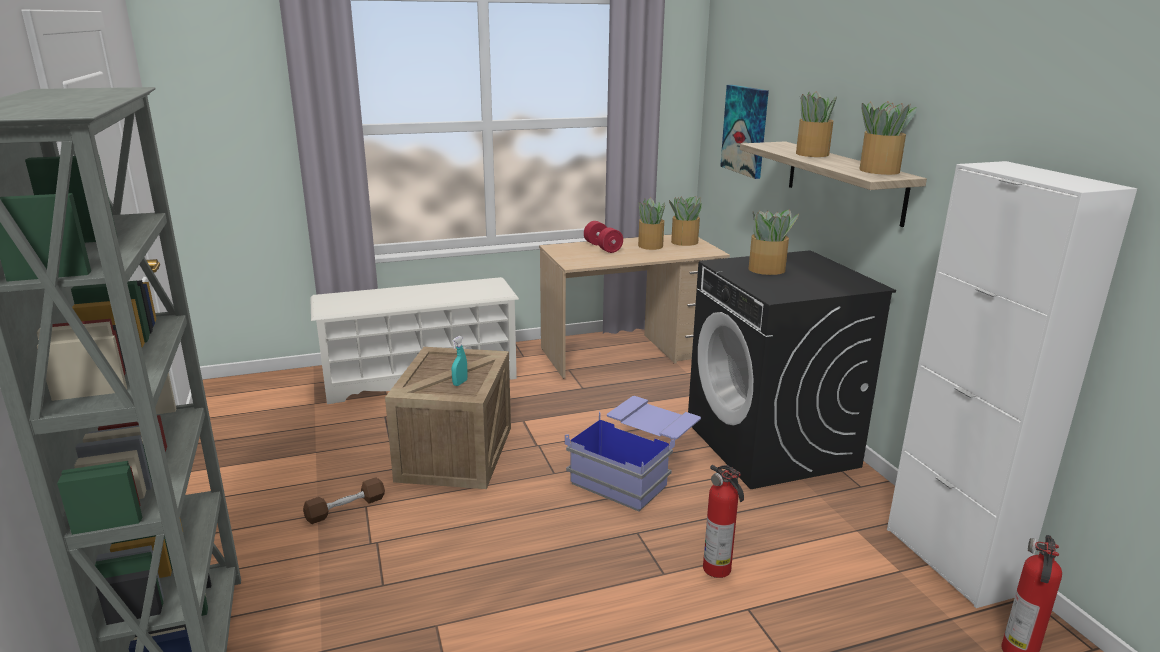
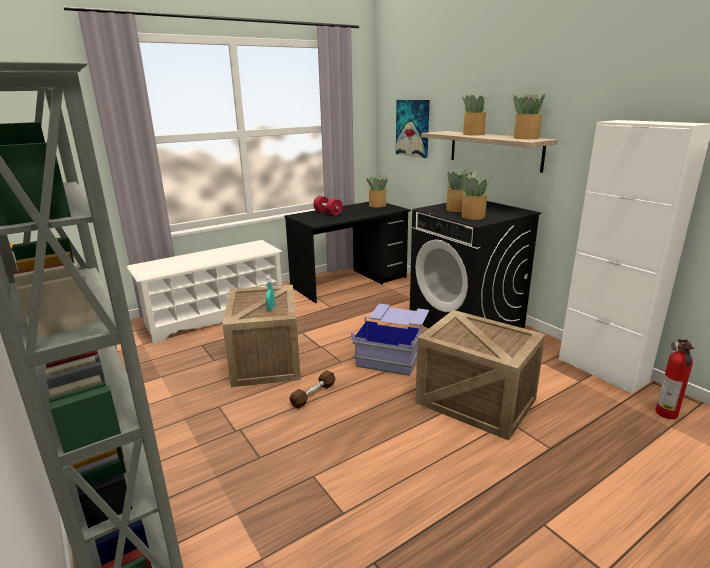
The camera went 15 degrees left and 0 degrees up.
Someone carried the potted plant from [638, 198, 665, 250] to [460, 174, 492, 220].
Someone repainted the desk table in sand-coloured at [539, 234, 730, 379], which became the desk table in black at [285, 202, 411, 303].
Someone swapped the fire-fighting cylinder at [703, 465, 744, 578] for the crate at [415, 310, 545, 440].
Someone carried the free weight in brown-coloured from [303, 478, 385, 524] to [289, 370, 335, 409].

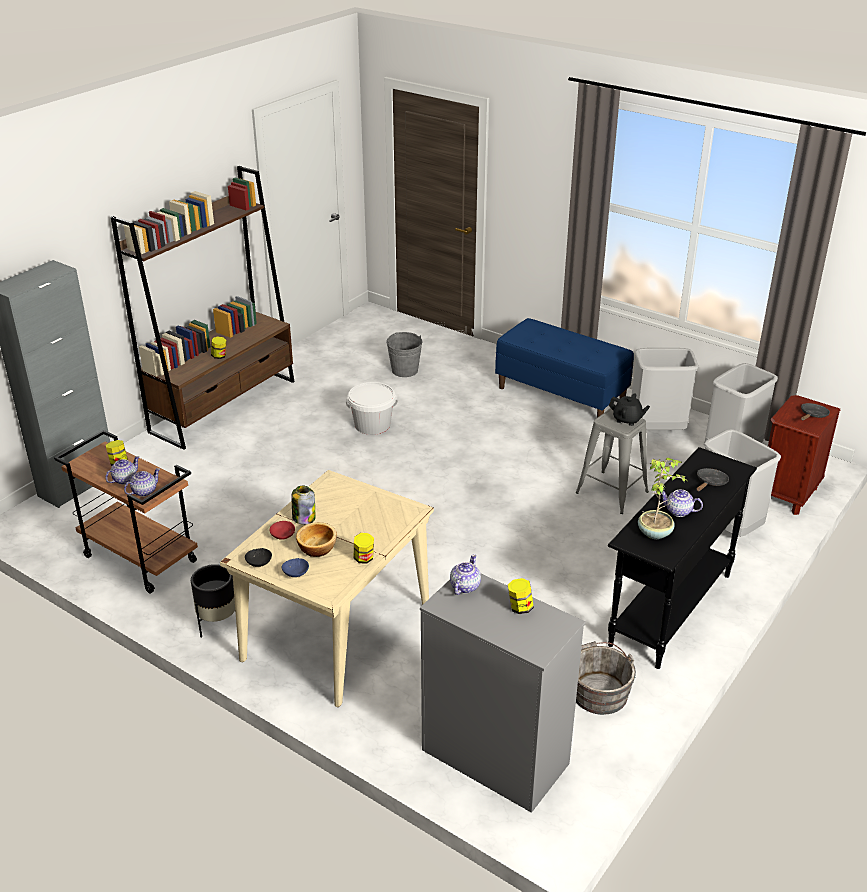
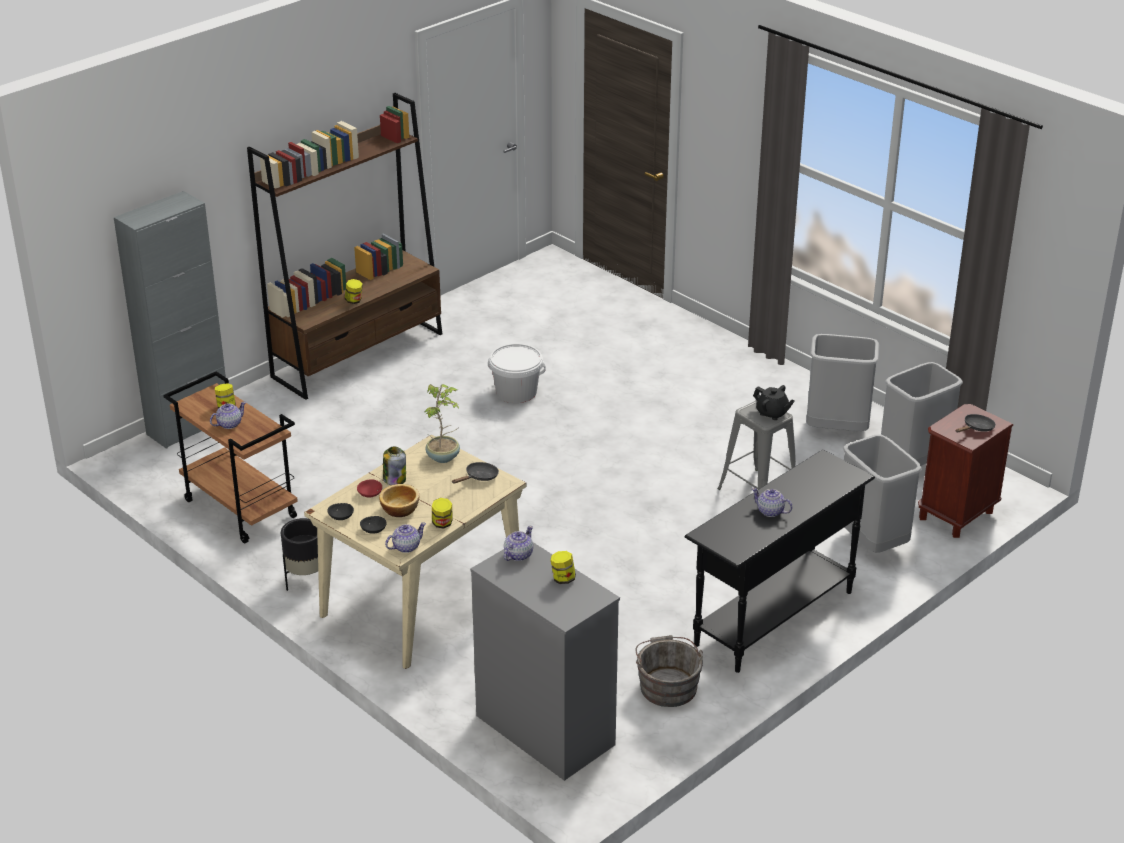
The camera went 10 degrees right and 0 degrees up.
Someone took away the bench in blue-coloured at [495, 318, 634, 418].
Someone took away the water bucket in gray at [386, 332, 423, 377].
Someone carried the potted plant from [638, 457, 688, 539] to [424, 384, 460, 463].
Someone carried the teapot from [124, 468, 160, 497] to [385, 523, 426, 553].
Someone carried the skillet in black from [697, 468, 729, 491] to [452, 462, 499, 484].
Someone repainted the serving bowl in blue-coloured at [282, 558, 309, 577], which became the serving bowl in black at [360, 516, 387, 534].

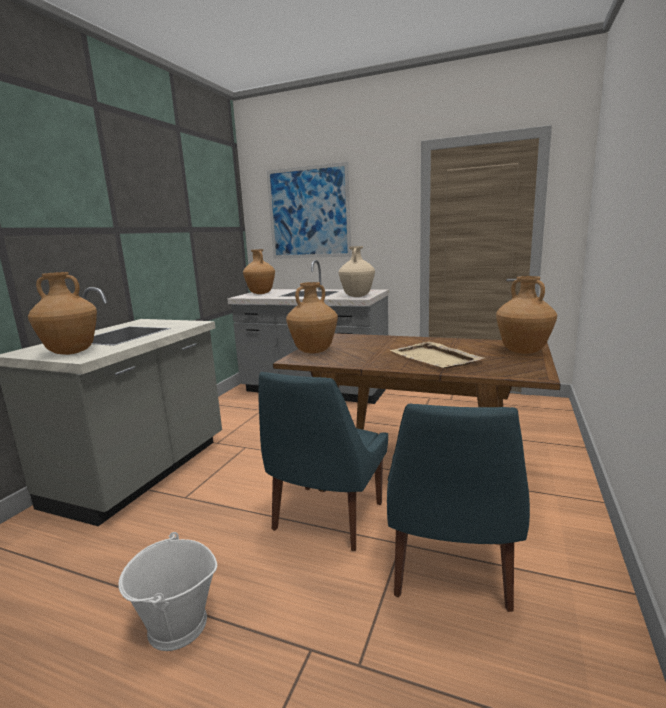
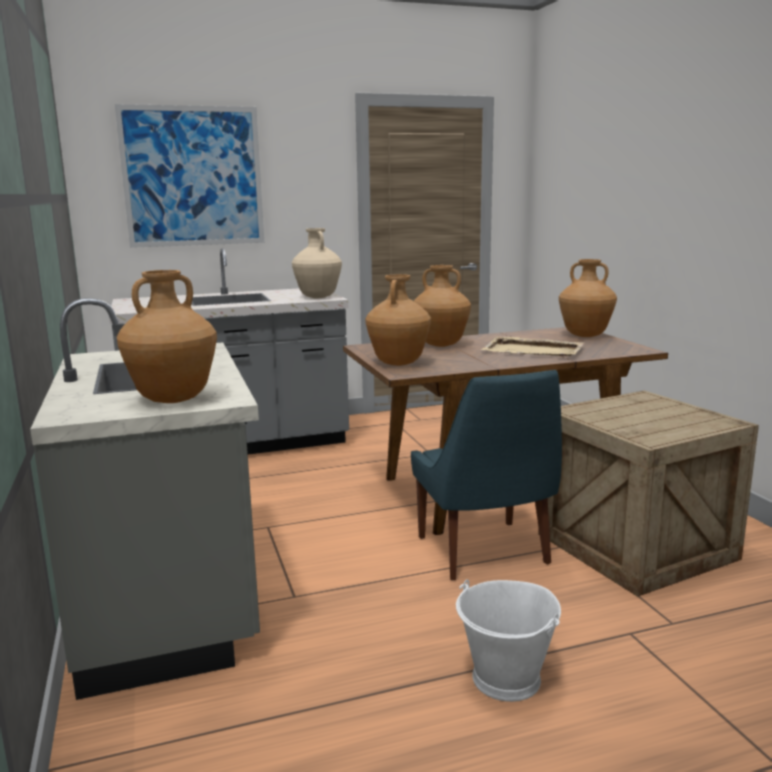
The camera went 40 degrees left and 0 degrees up.
Someone carried the vase in brown-coloured from [243, 249, 275, 294] to [414, 265, 471, 347].
Someone swapped the plain chair in blue-coloured at [387, 404, 530, 612] for the crate at [538, 390, 759, 597].

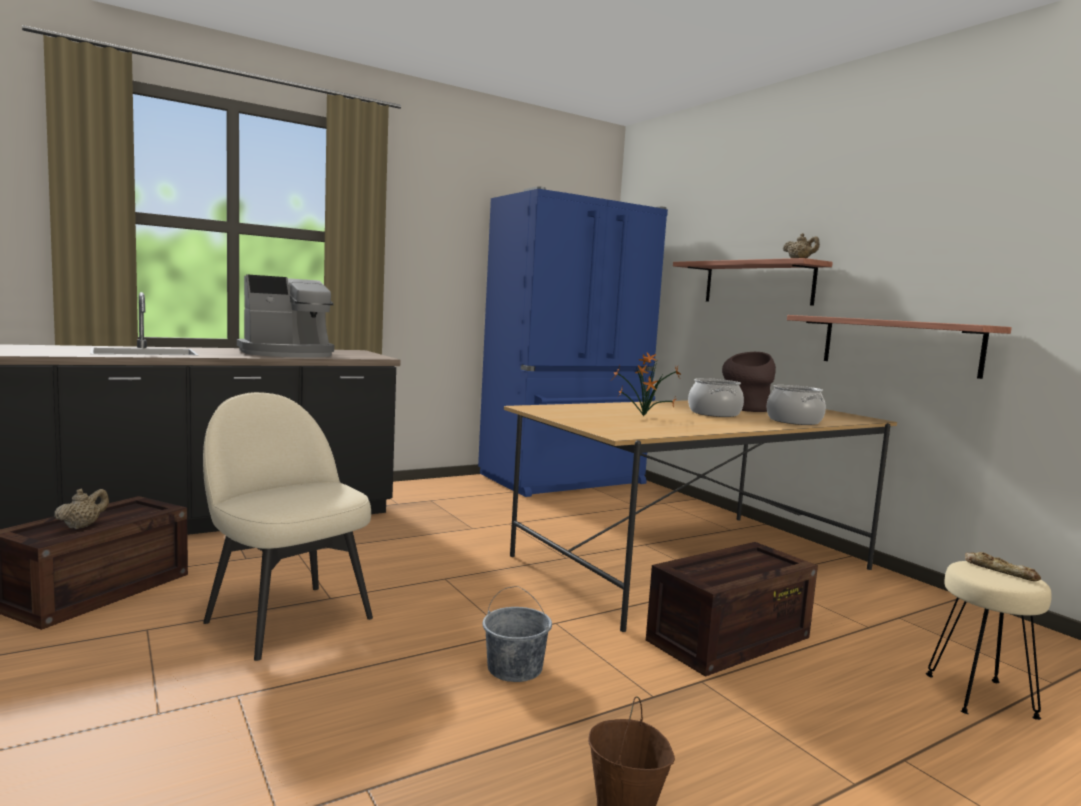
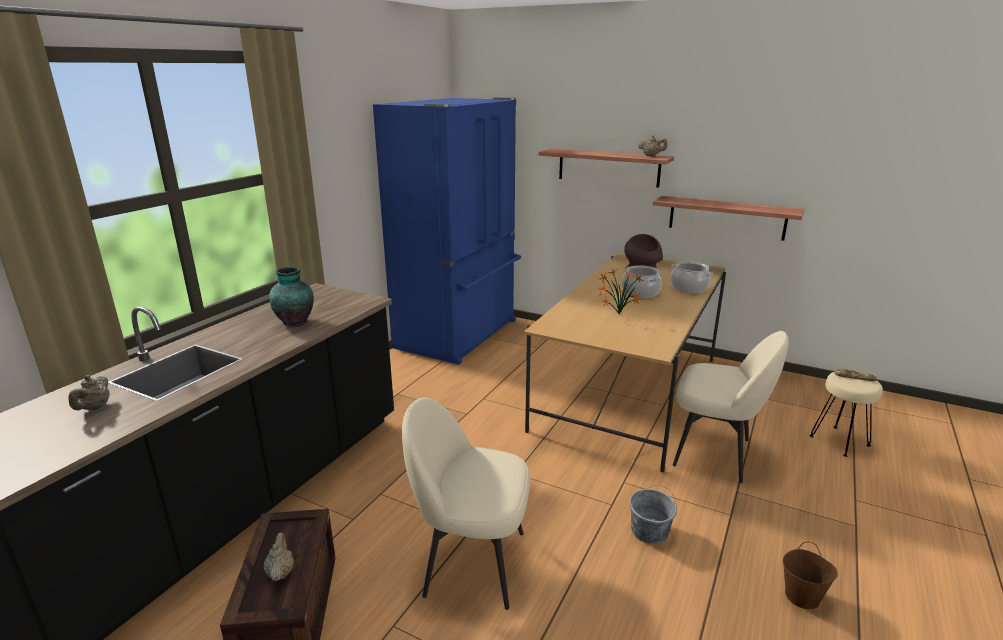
The camera went 30 degrees left and 15 degrees up.
Someone swapped the coffee machine at [237, 274, 334, 357] for the vase at [269, 267, 314, 327].
Someone swapped the crate at [646, 542, 818, 677] for the plain chair in sand-coloured at [672, 331, 789, 483].
Someone put down the teapot in sand-coloured at [68, 375, 110, 411].

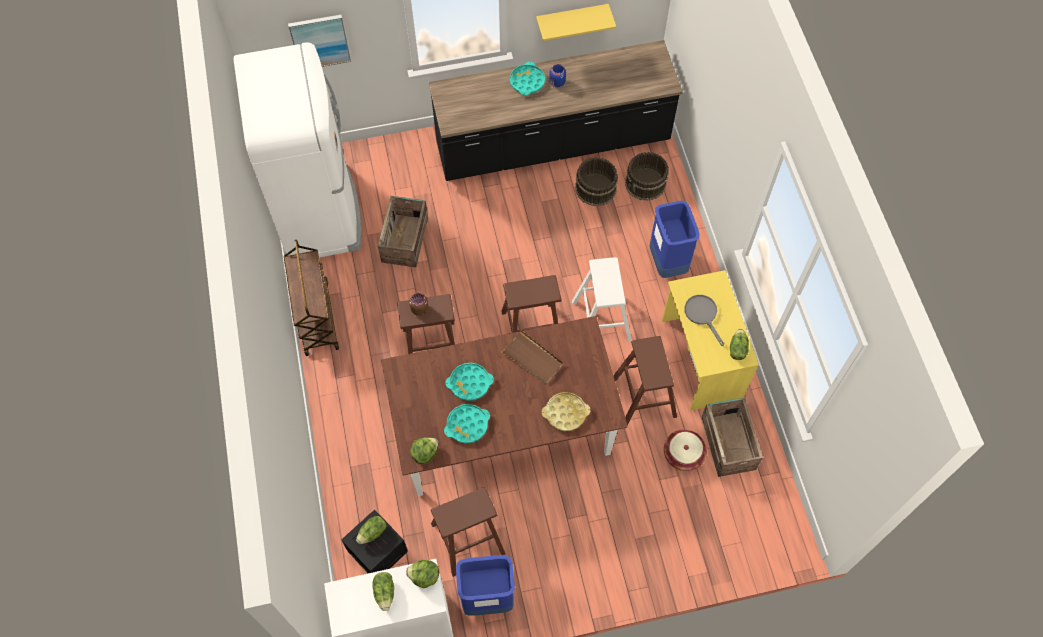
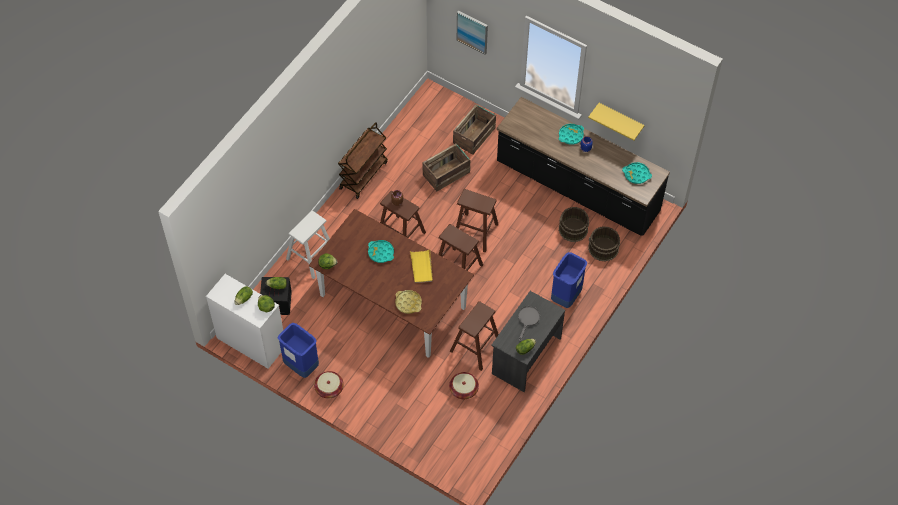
The camera went 45 degrees right and 5 degrees down.
Someone took away the fridge in white-coloured at [234, 42, 362, 258].
Someone carried the stool in white-coloured from [572, 257, 632, 342] to [286, 211, 330, 279].
Someone repainted the desk table in yellowish at [662, 270, 759, 411], which became the desk table in gray at [491, 291, 565, 392].
Someone repainted the tray in brown-coloured at [502, 329, 563, 384], which became the tray in yellowish at [410, 249, 433, 283].
Someone carried the crate from [701, 397, 763, 477] to [453, 104, 496, 155].
Someone carried the tray in turquoise-coloured from [444, 404, 490, 444] to [622, 162, 652, 184].
Someone carried the stool in brown-coloured from [431, 487, 505, 577] to [456, 189, 498, 252].
Someone put down the storage basket at [314, 371, 344, 399].

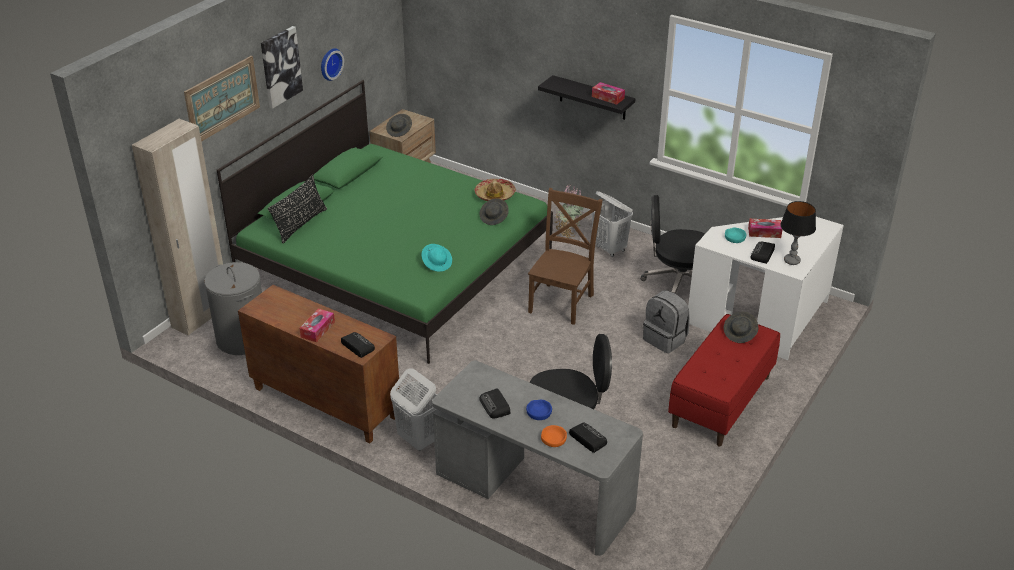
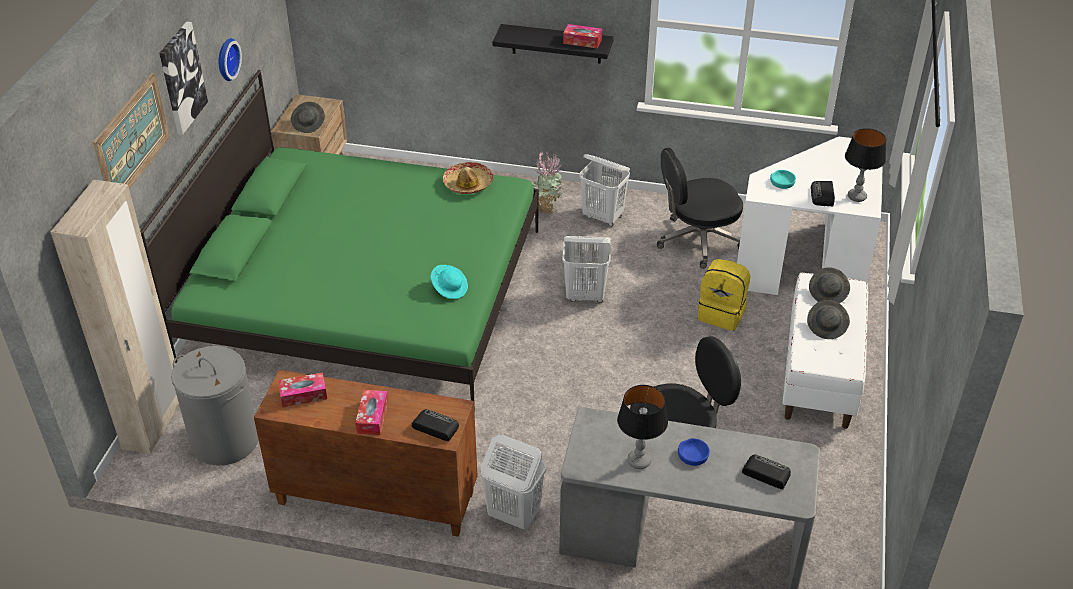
The camera went 20 degrees left and 5 degrees up.
Someone took away the cushion in black at [268, 175, 327, 244].
Someone swapped the plain chair in brown-coloured at [528, 188, 603, 325] for the washing basket in white-coloured at [562, 236, 611, 303].
Someone carried the wearable hat in gray from [479, 198, 509, 225] to [807, 300, 850, 339].
Someone carried the box of tissues from [748, 219, 783, 238] to [278, 372, 327, 407].
Someone repainted the rucksack in gray at [643, 290, 690, 353], which became the rucksack in yellowish at [698, 259, 750, 331].
Someone repainted the bench in reddish at [668, 314, 780, 446], which became the bench in white-coloured at [782, 273, 868, 429].
Someone swapped the radio at [479, 388, 510, 418] for the tabletop lamp at [617, 385, 668, 469].
Someone took away the serving bowl in orangey at [541, 425, 567, 447].

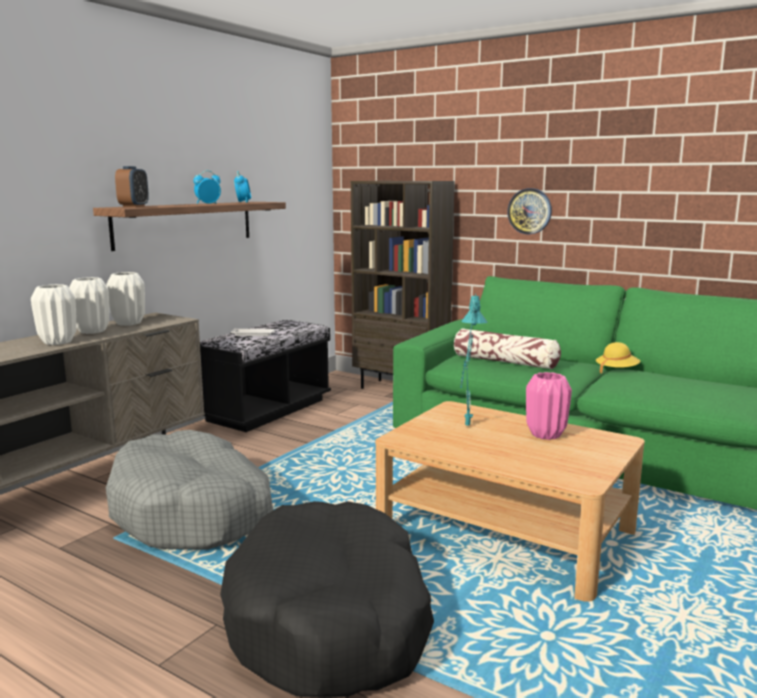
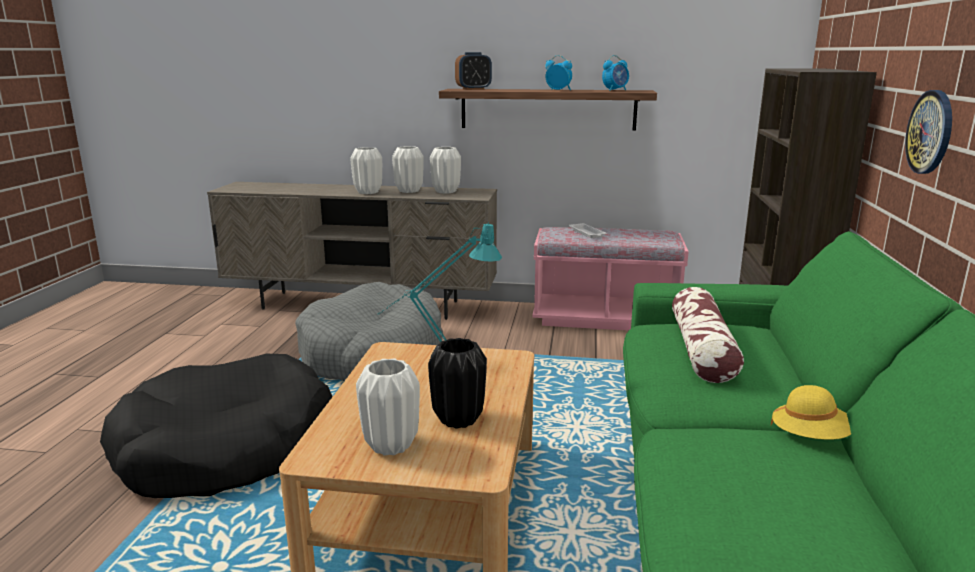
The camera went 65 degrees right and 5 degrees up.
Someone repainted the bench in black at [200, 320, 331, 432], which became the bench in pink at [532, 227, 689, 331].
Someone repainted the vase in pink at [526, 372, 572, 440], which became the vase in black at [428, 338, 487, 429].
Someone put down the vase in white-coloured at [356, 358, 420, 456].

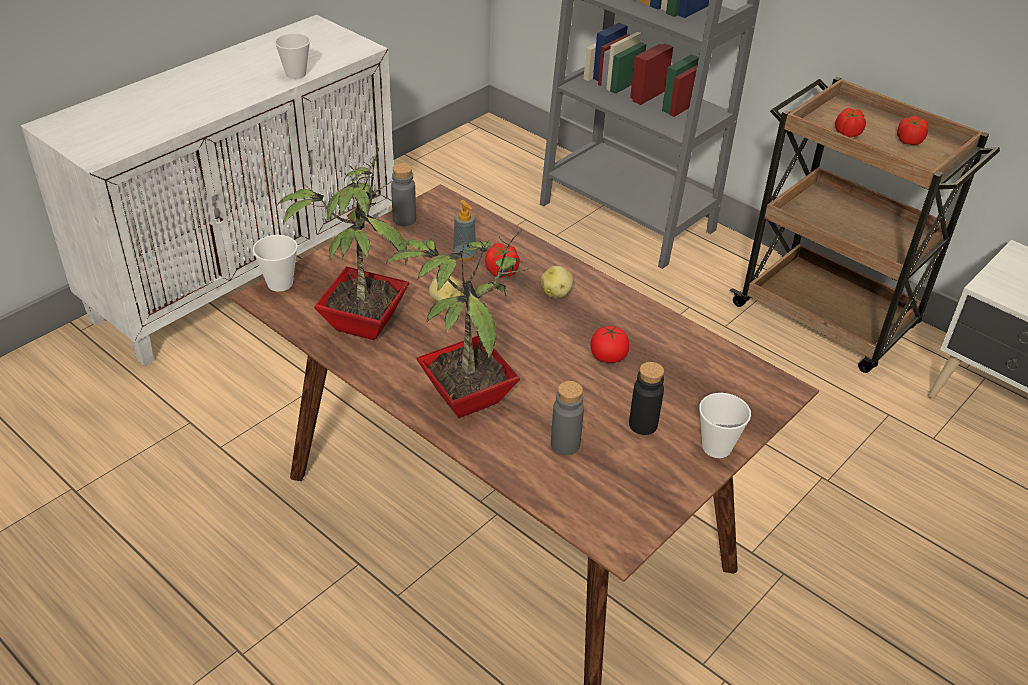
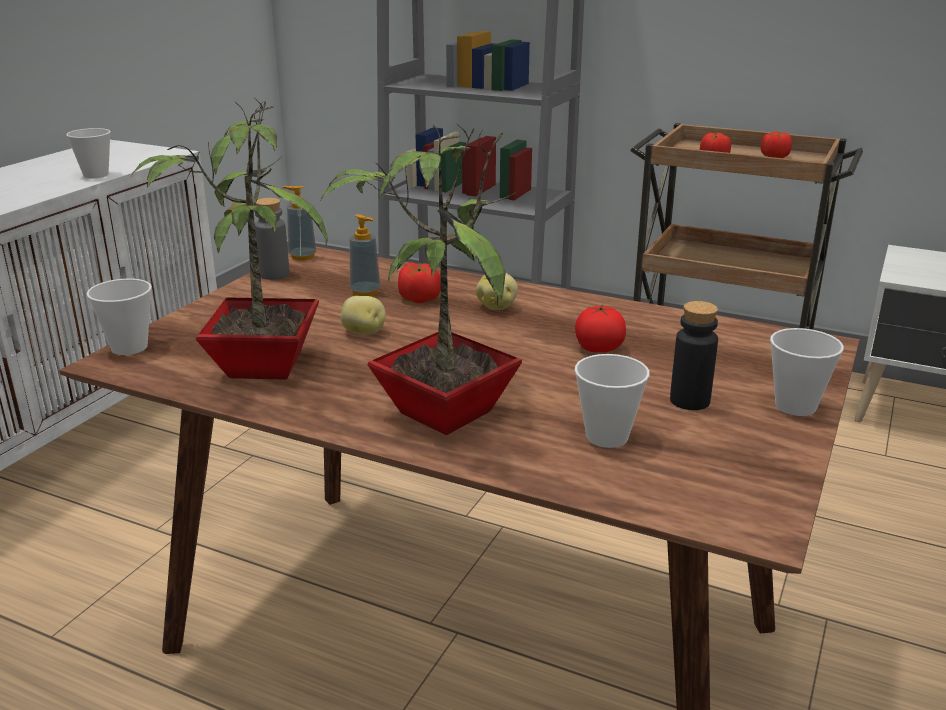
The camera went 15 degrees left and 15 degrees down.
Someone swapped the bottle in gray at [551, 381, 584, 455] for the cup at [574, 354, 650, 448].
Someone put down the soap dispenser at [282, 186, 316, 261].

